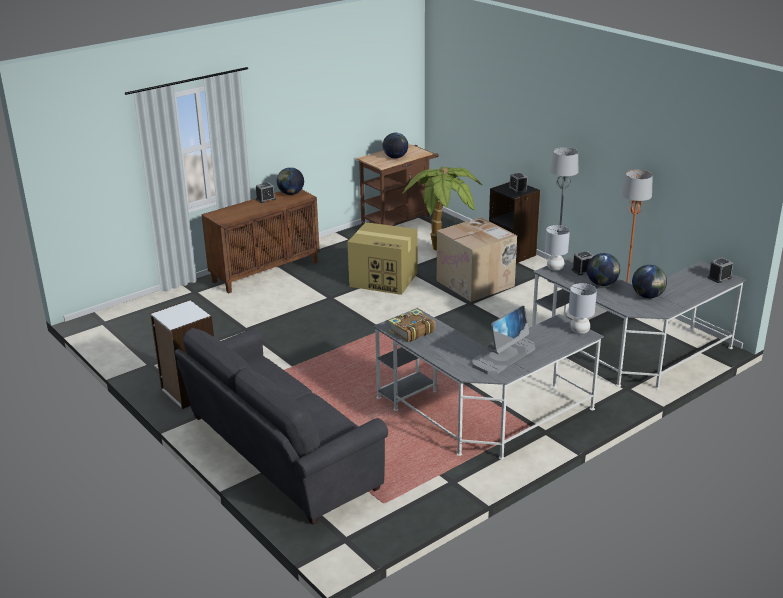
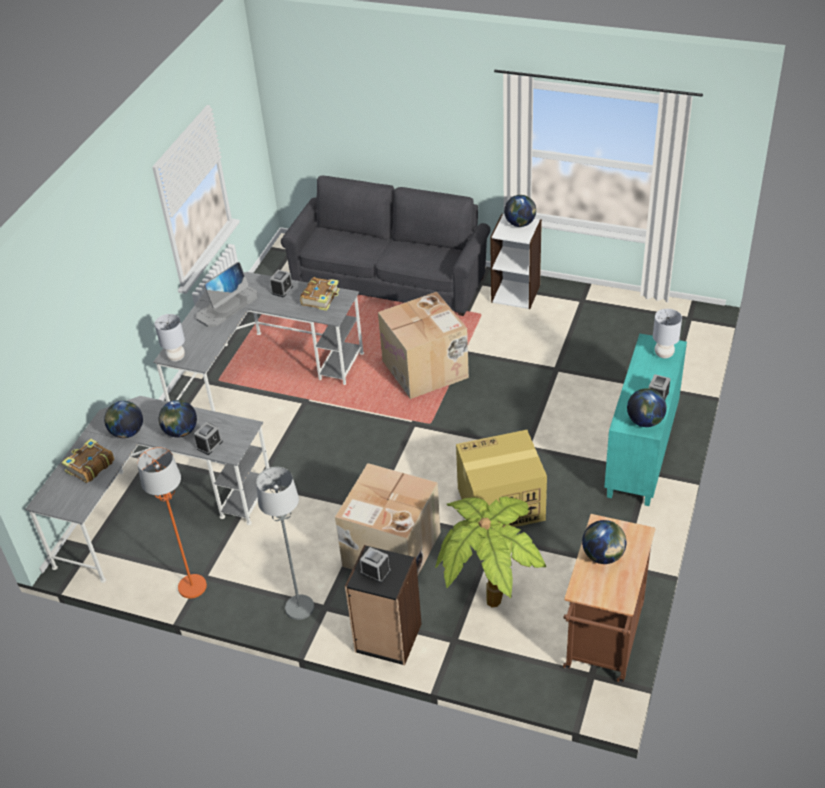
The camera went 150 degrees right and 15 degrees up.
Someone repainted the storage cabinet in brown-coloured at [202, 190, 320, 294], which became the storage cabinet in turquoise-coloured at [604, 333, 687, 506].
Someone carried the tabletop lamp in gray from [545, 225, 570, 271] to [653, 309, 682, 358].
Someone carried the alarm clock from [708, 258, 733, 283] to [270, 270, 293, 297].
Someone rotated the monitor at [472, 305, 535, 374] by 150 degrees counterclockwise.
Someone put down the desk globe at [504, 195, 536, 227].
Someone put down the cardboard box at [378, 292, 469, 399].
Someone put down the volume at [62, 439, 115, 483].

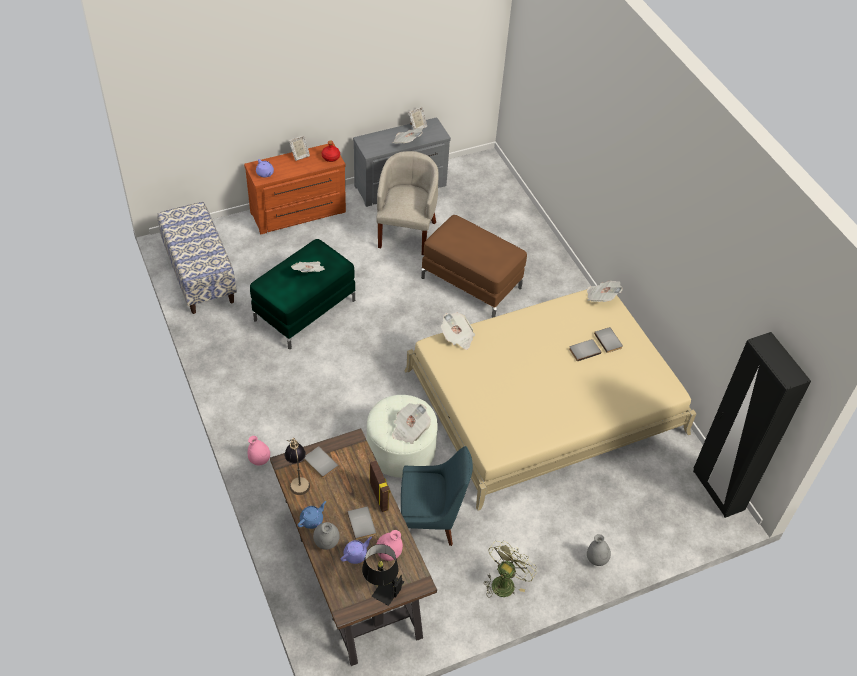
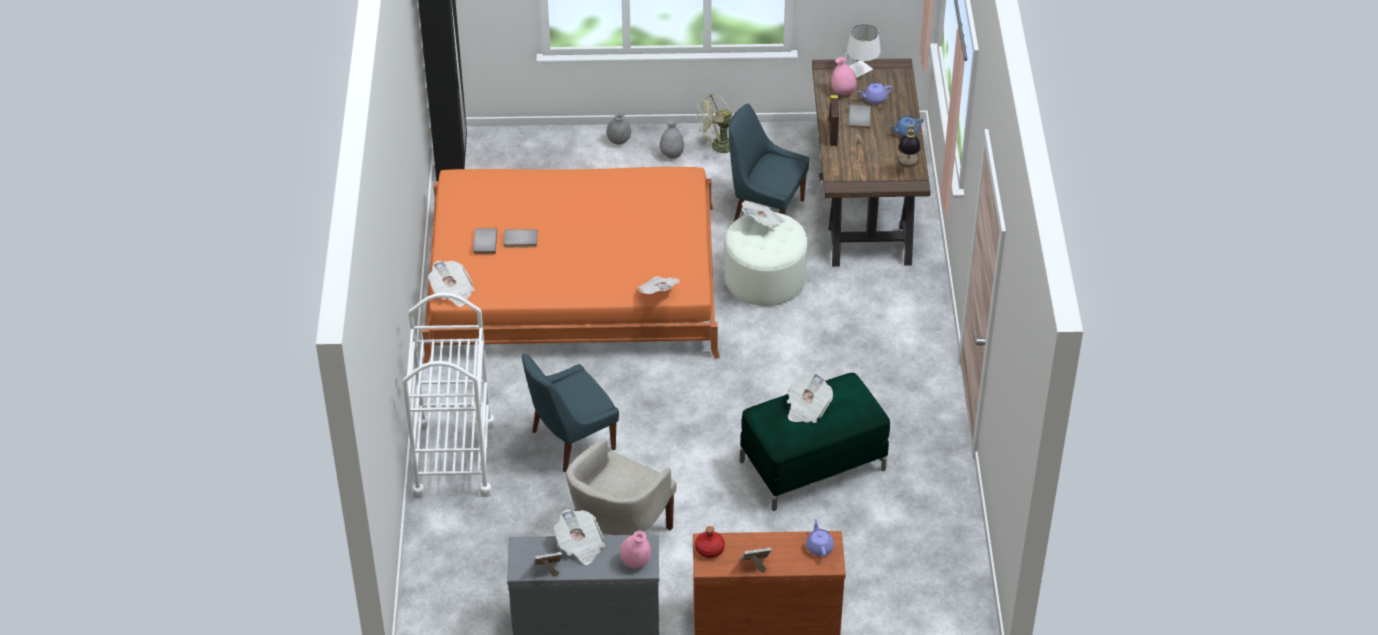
The camera went 155 degrees left and 5 degrees down.
Someone took away the bench at [157, 202, 237, 314].
Someone swapped the ottoman in brown-coloured at [421, 215, 527, 318] for the plain chair in blue-coloured at [522, 353, 619, 472].
Someone repainted the sleeping bed in sand-coloured at [404, 289, 697, 511], which became the sleeping bed in orangey at [422, 167, 720, 363].
Someone carried the vase in pink from [248, 436, 270, 465] to [620, 530, 651, 568].
Someone took away the volume in gray at [304, 446, 339, 478].
Someone carried the vase in gray from [313, 522, 340, 550] to [659, 120, 684, 159].
Someone repainted the tabletop lamp in black at [362, 544, 404, 606], which became the tabletop lamp in white-coloured at [844, 24, 881, 78].
Someone put down the cart in white-coloured at [403, 293, 495, 499].

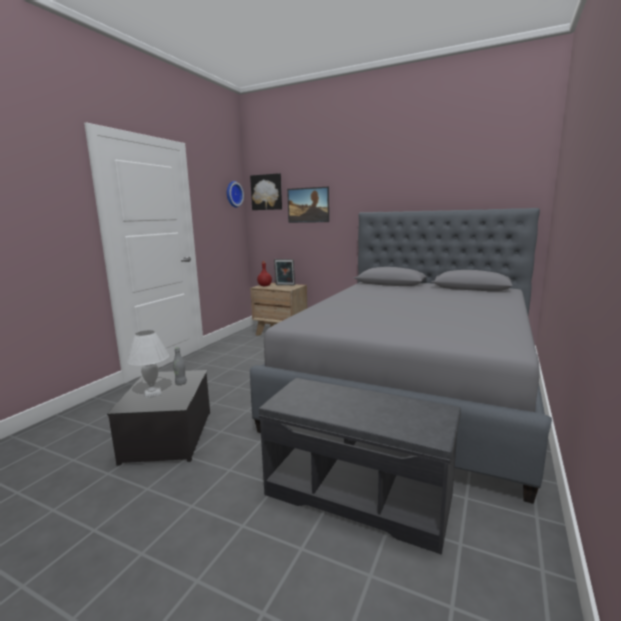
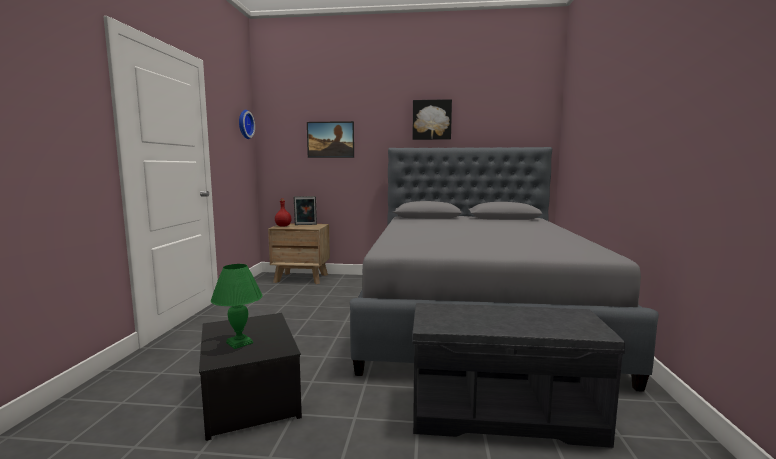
The camera went 20 degrees left and 5 degrees down.
Someone carried the wall art from [250, 173, 282, 210] to [412, 99, 452, 140].
Someone repainted the tabletop lamp in white-coloured at [127, 330, 169, 398], which became the tabletop lamp in green-coloured at [211, 264, 263, 349].
Someone took away the bottle in gray at [173, 347, 187, 385].

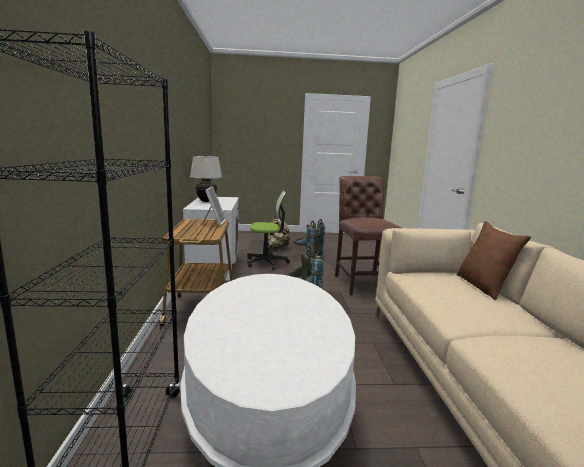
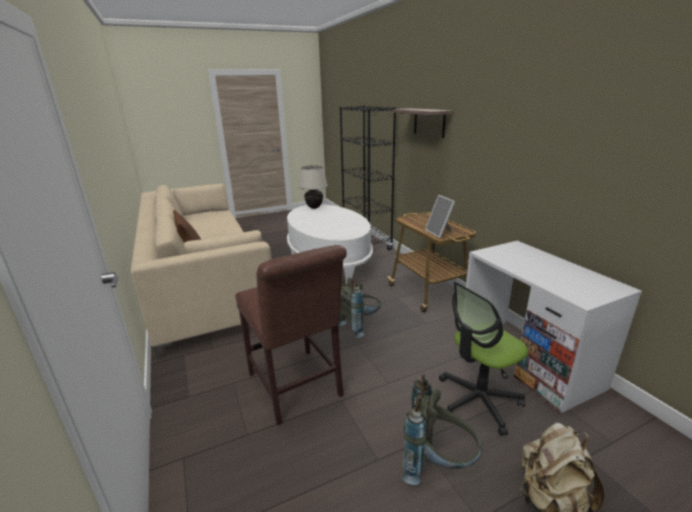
The camera went 160 degrees right and 10 degrees up.
Someone carried the tabletop lamp in sand-coloured from [190, 155, 222, 202] to [299, 165, 328, 209].
Someone put up the bracket shelf at [392, 108, 453, 138].

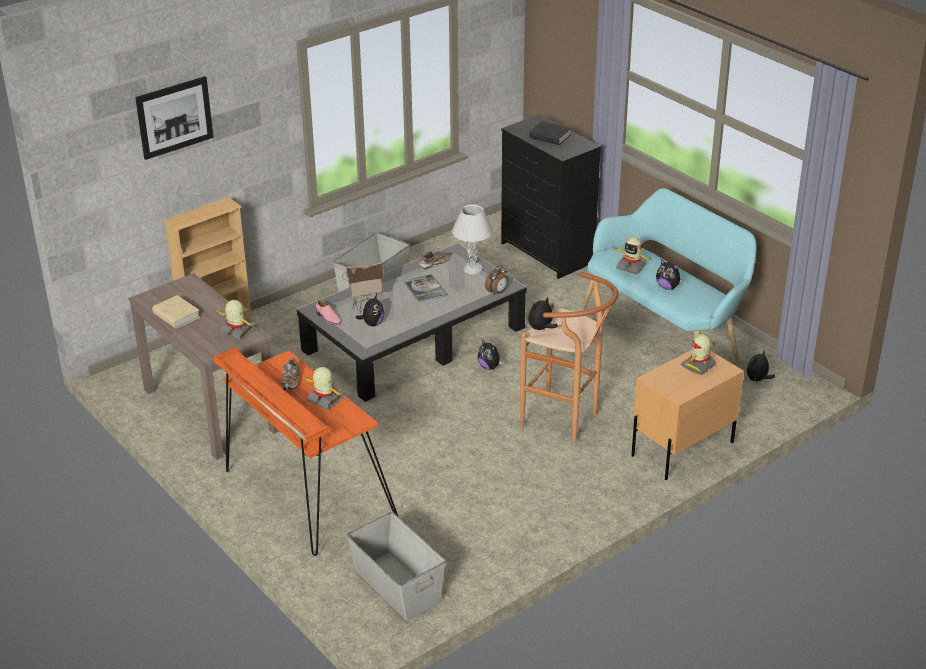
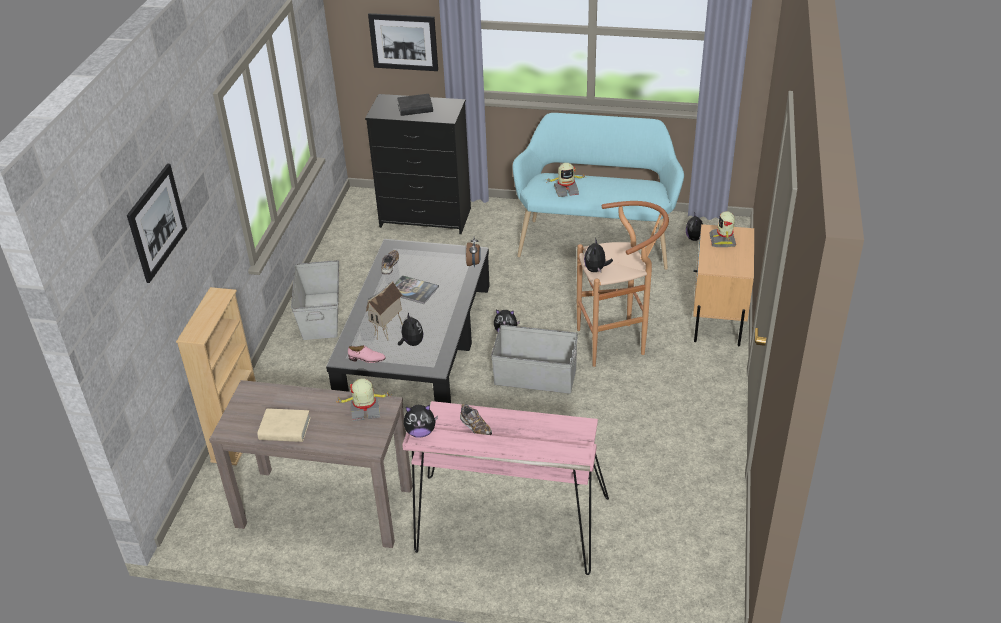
The camera went 40 degrees left and 5 degrees up.
Someone took away the tabletop lamp in white-coloured at [452, 205, 493, 275].
Someone carried the soft toy from [656, 259, 684, 290] to [404, 405, 438, 438].
Someone repainted the desk table in orangey at [214, 347, 398, 556], which became the desk table in pink at [402, 401, 609, 575].
Someone took away the toy robot at [304, 367, 345, 410].
Someone carried the storage box in gray from [346, 512, 446, 621] to [491, 325, 578, 393].
Someone put up the wall art at [368, 13, 438, 71].

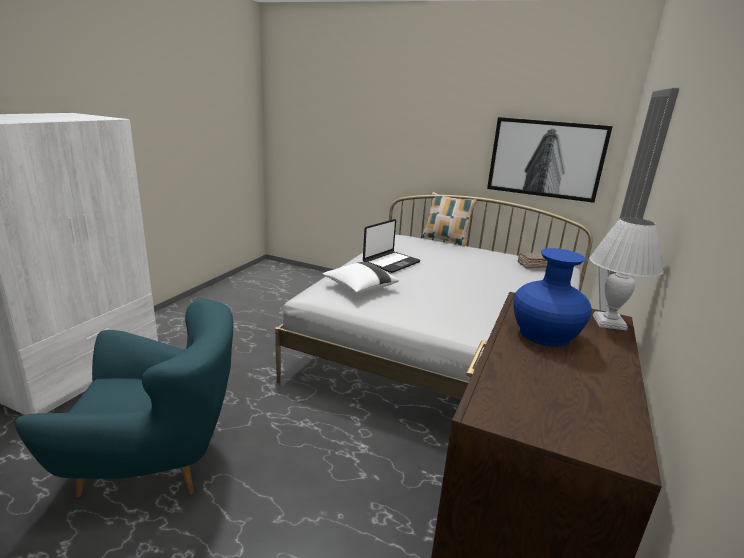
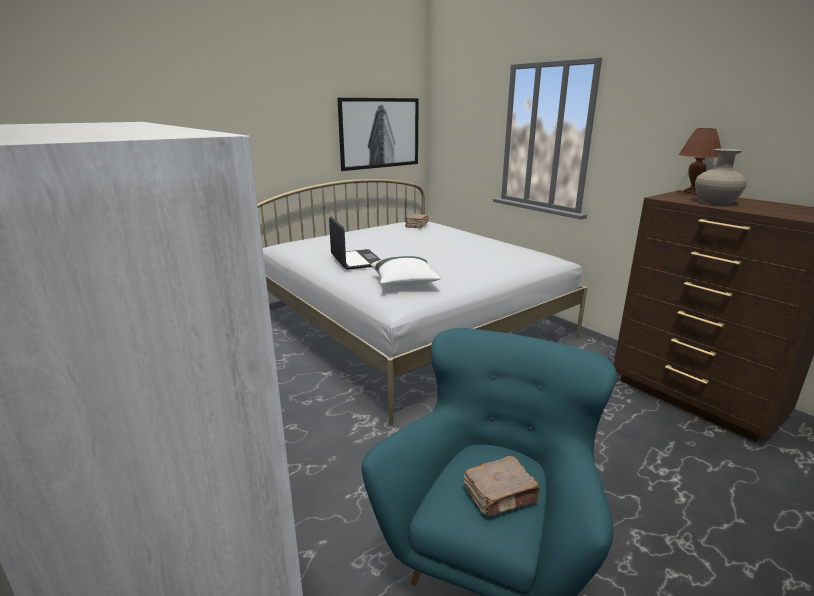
The camera went 60 degrees left and 0 degrees up.
Someone took away the cushion at [421, 192, 477, 247].
Someone repainted the tabletop lamp in white-coloured at [590, 217, 664, 330], which became the tabletop lamp in brown-coloured at [679, 128, 721, 195].
Someone repainted the vase in blue-coloured at [513, 248, 592, 347], which became the vase in sand-coloured at [695, 149, 747, 205].
Someone put down the volume in brown-coloured at [464, 456, 540, 517].

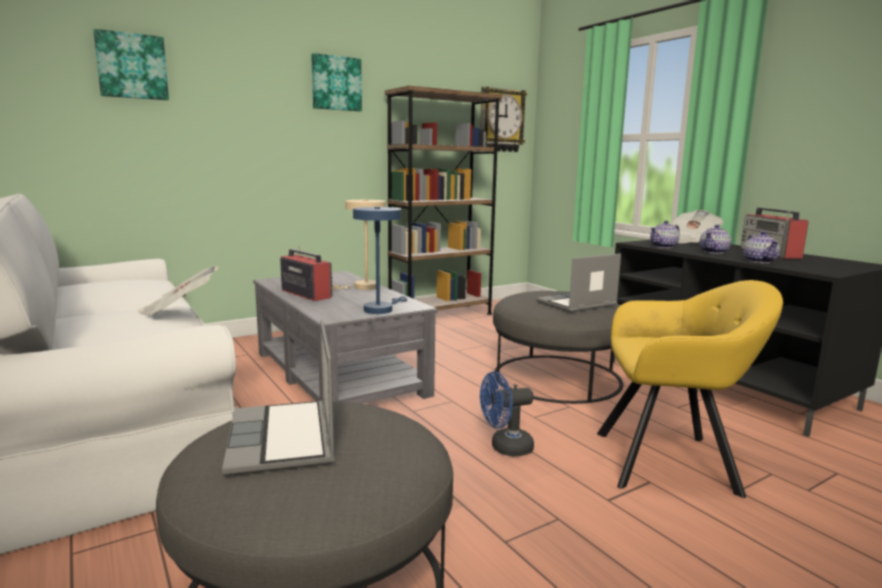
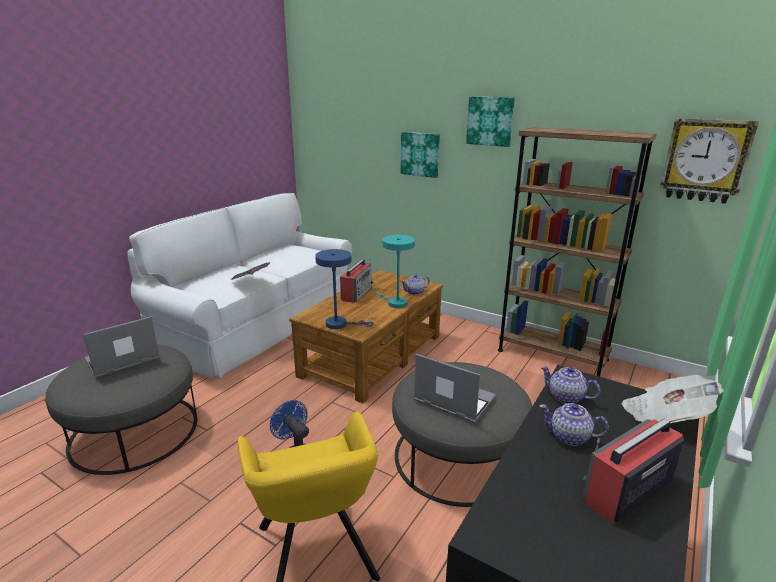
The camera went 65 degrees right and 10 degrees up.
Someone carried the wall art from [93, 29, 169, 100] to [401, 132, 440, 178].
Someone repainted the tabletop lamp in sand-coloured at [332, 199, 386, 290], which became the tabletop lamp in turquoise-coloured at [375, 235, 415, 308].
Someone carried the teapot from [744, 231, 780, 263] to [401, 274, 430, 295].
Someone repainted the lounge table in gray at [253, 271, 438, 404], which became the lounge table in brown-coloured at [289, 270, 443, 403].

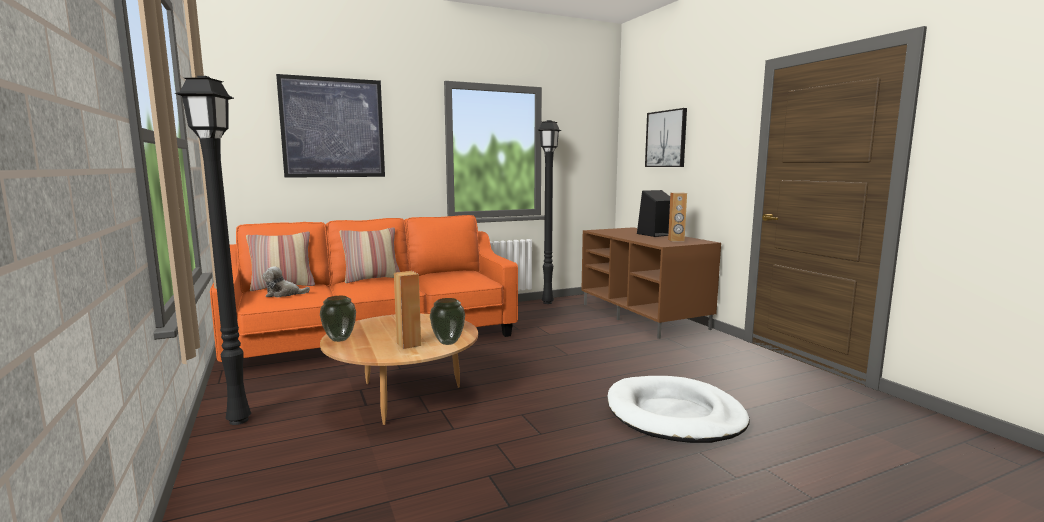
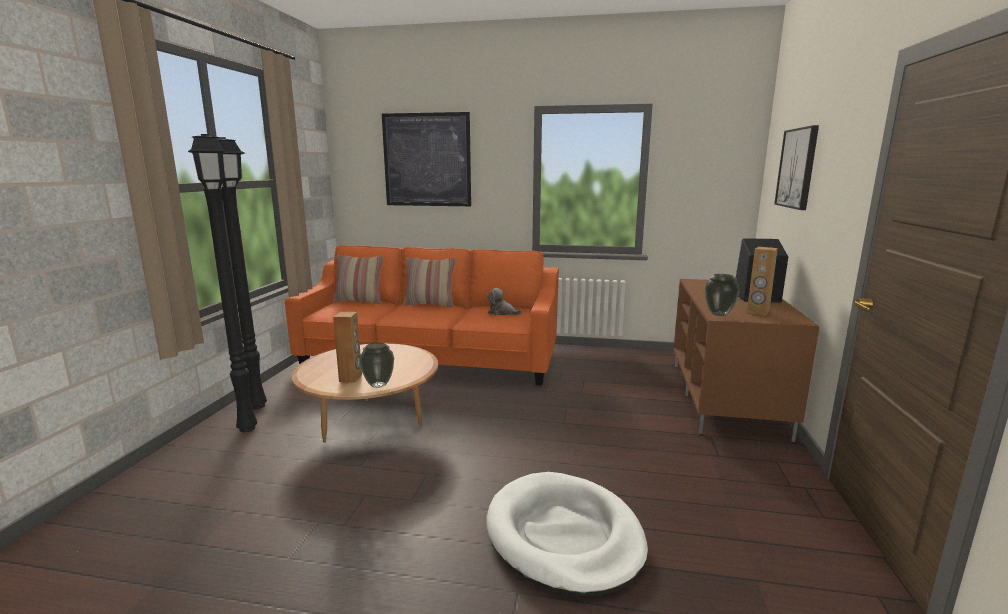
The camera went 35 degrees right and 5 degrees up.
Someone carried the standard lamp in black from [538, 120, 561, 304] to [188, 134, 258, 432].
Someone carried the soft toy from [262, 266, 310, 297] to [487, 288, 522, 315].
Someone carried the vase from [320, 296, 356, 342] to [705, 274, 740, 316].

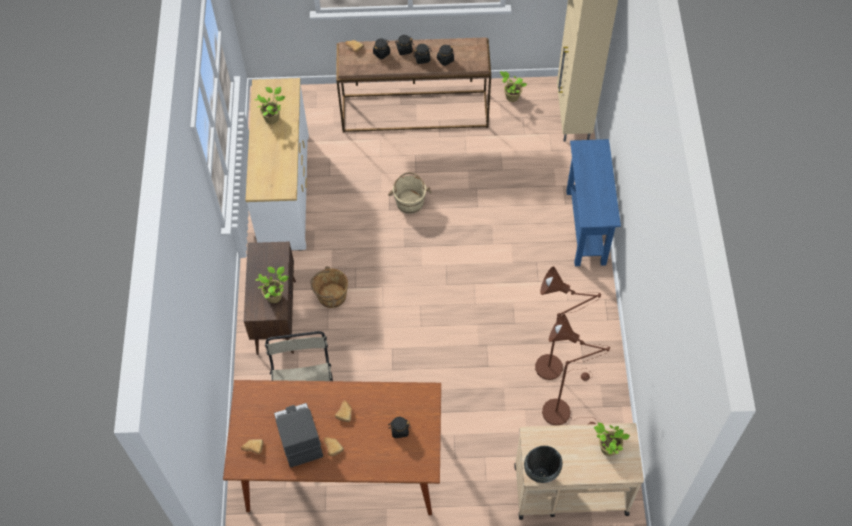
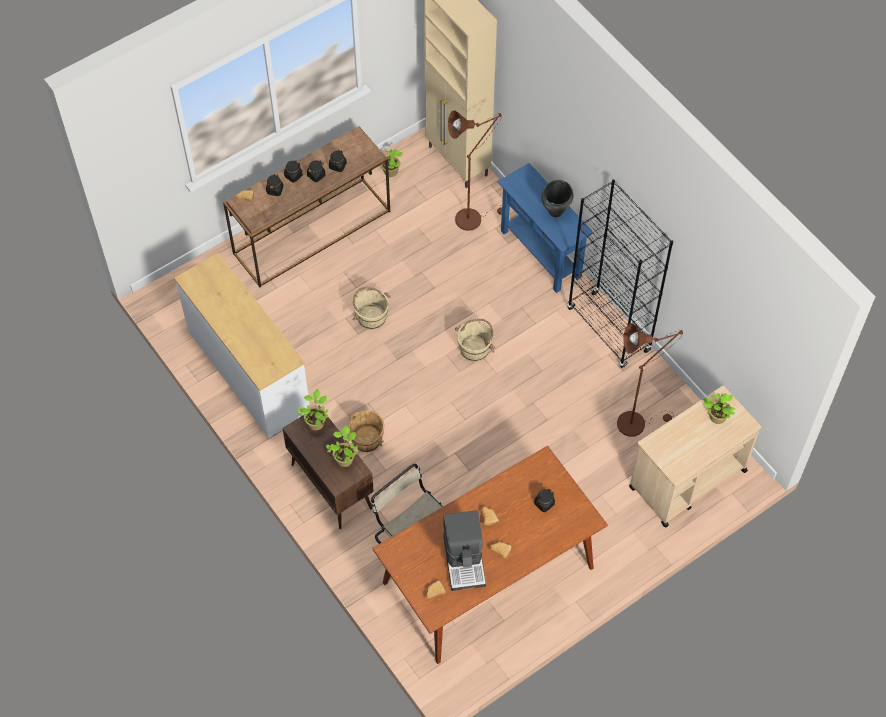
The camera went 35 degrees left and 0 degrees up.
Someone carried the potted plant from [255, 87, 285, 124] to [297, 389, 328, 431].
Someone carried the standard lamp in brown-coloured from [535, 266, 601, 381] to [448, 110, 502, 231].
Someone rotated the coffee machine at [274, 403, 323, 468] by 135 degrees counterclockwise.
Someone carried the cooking pot in black from [524, 446, 562, 483] to [541, 180, 573, 217].
Someone put down the shelving unit in black at [567, 180, 673, 368].
Someone put down the water bucket in sand-coloured at [455, 319, 495, 362].

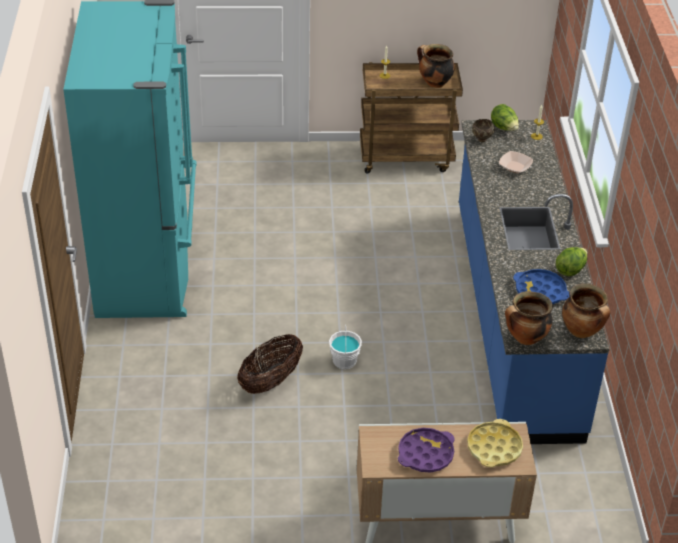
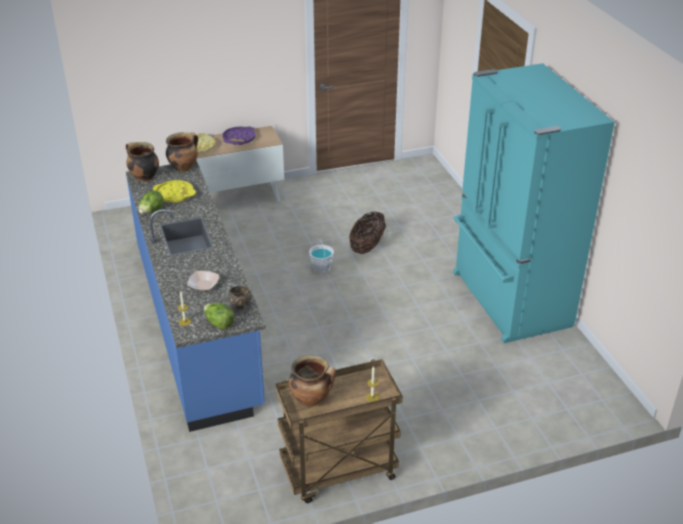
The camera went 165 degrees right and 5 degrees down.
Someone repainted the tray in blue-coloured at [513, 269, 569, 304], which became the tray in yellowish at [153, 180, 196, 203].

